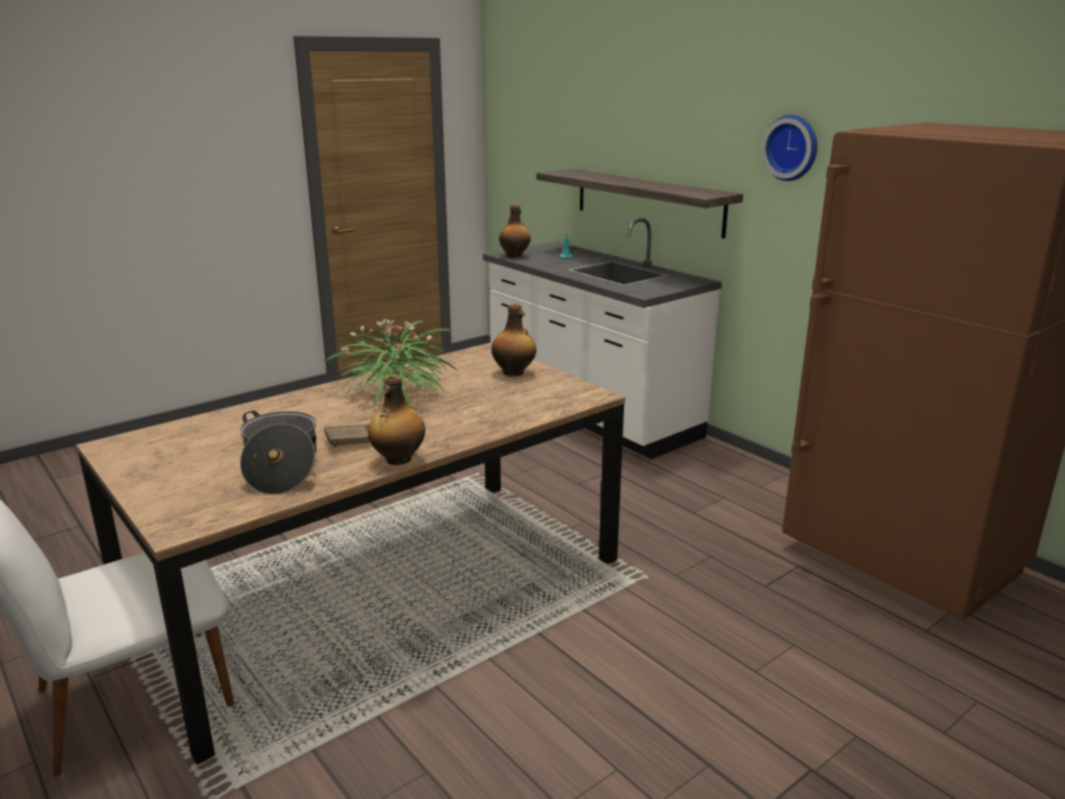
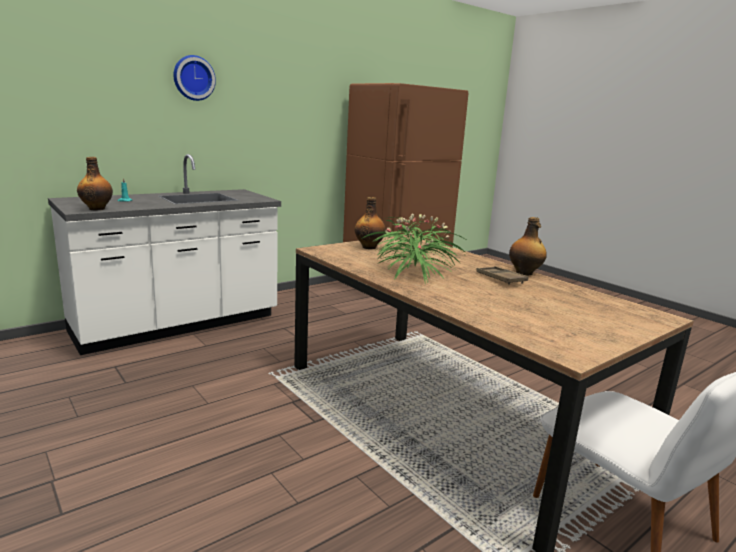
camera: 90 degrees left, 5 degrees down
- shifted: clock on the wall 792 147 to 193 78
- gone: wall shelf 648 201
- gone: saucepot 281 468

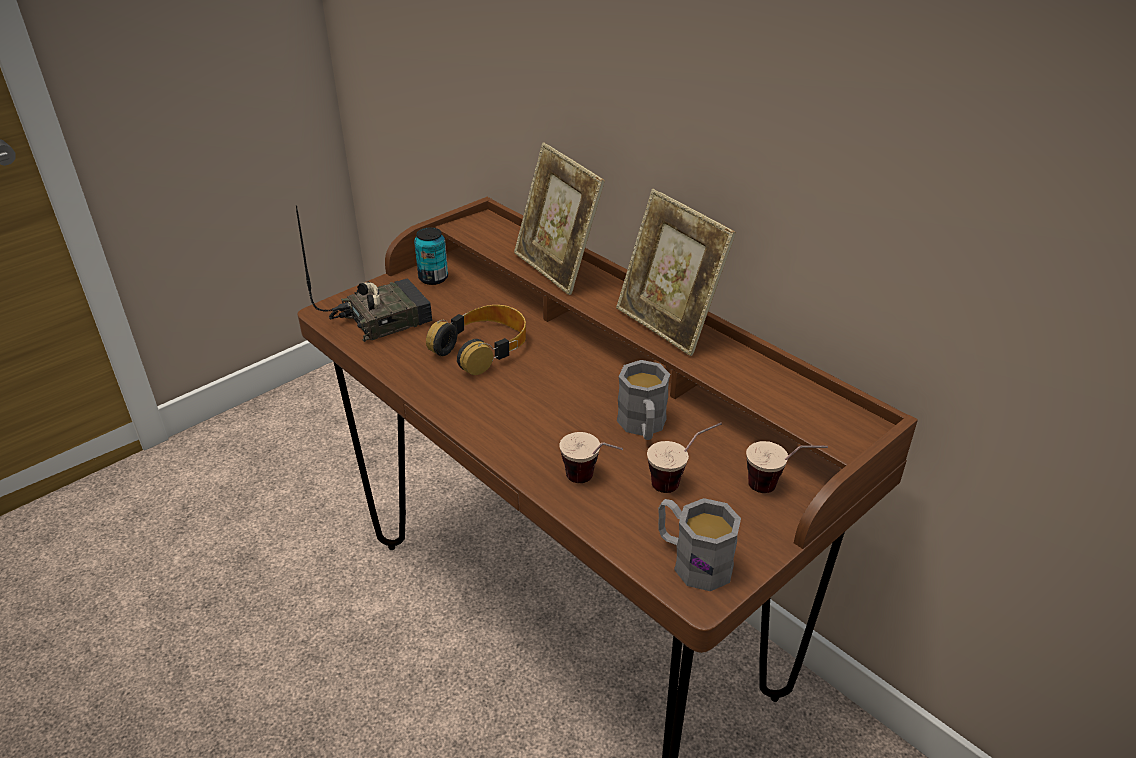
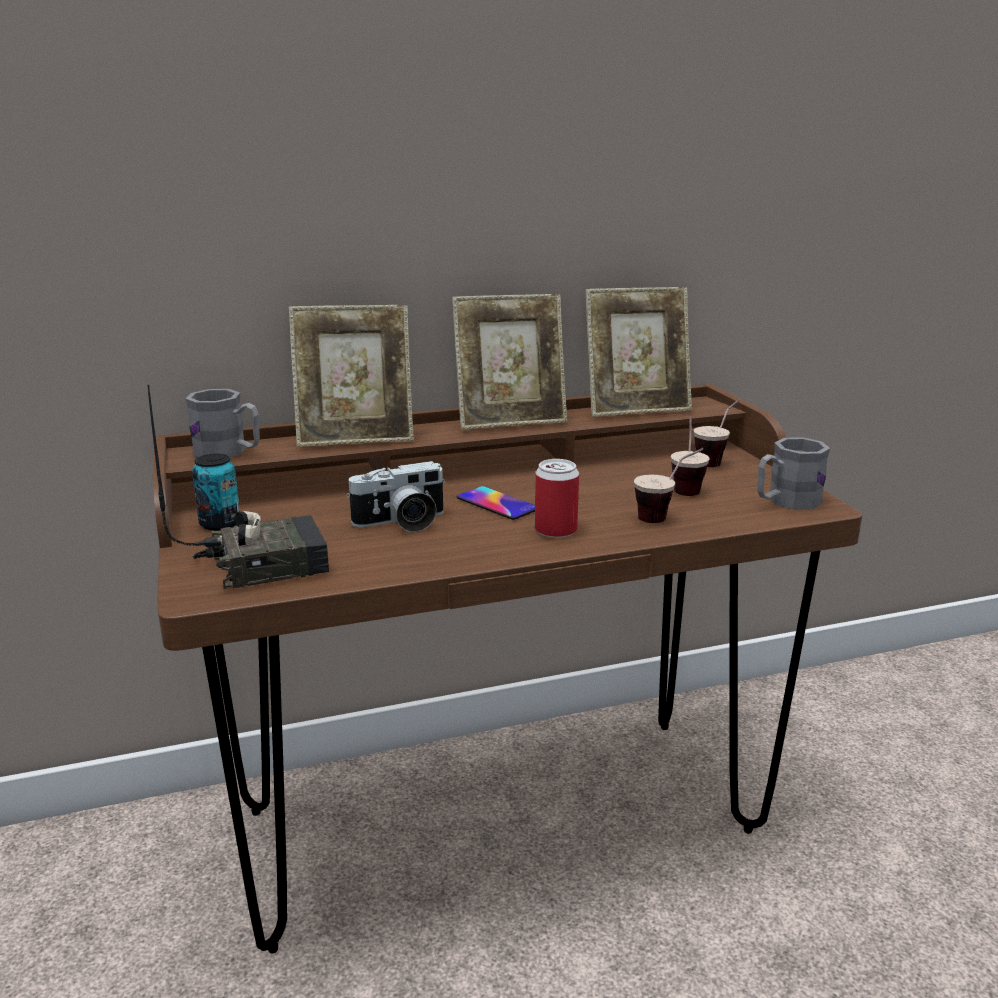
camera: 65 degrees left, 15 degrees down
- rotated: radio 382 318 = 264 563 75 degrees clockwise
- swapped: pair of headphones 482 348 to still camera 401 523
- shifted: grey mug 643 427 to 229 452
- new: standing frame 636 408
- new: sealed can 555 530
- new: phone 497 504

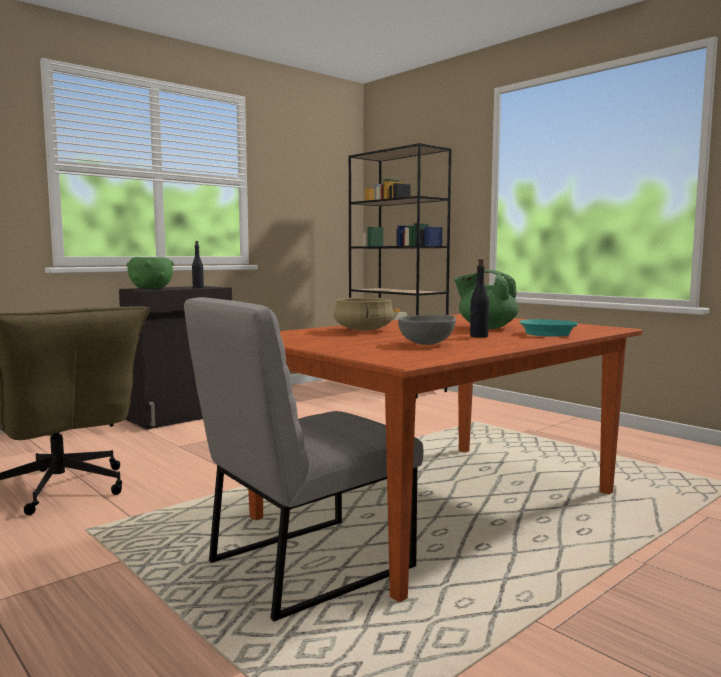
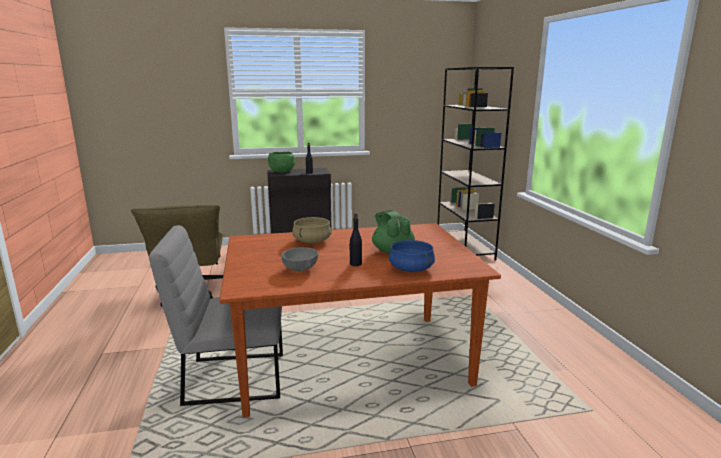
camera: 30 degrees right, 10 degrees up
- swapped: turquoise frying pan 549 333 to blue saucepot 410 269

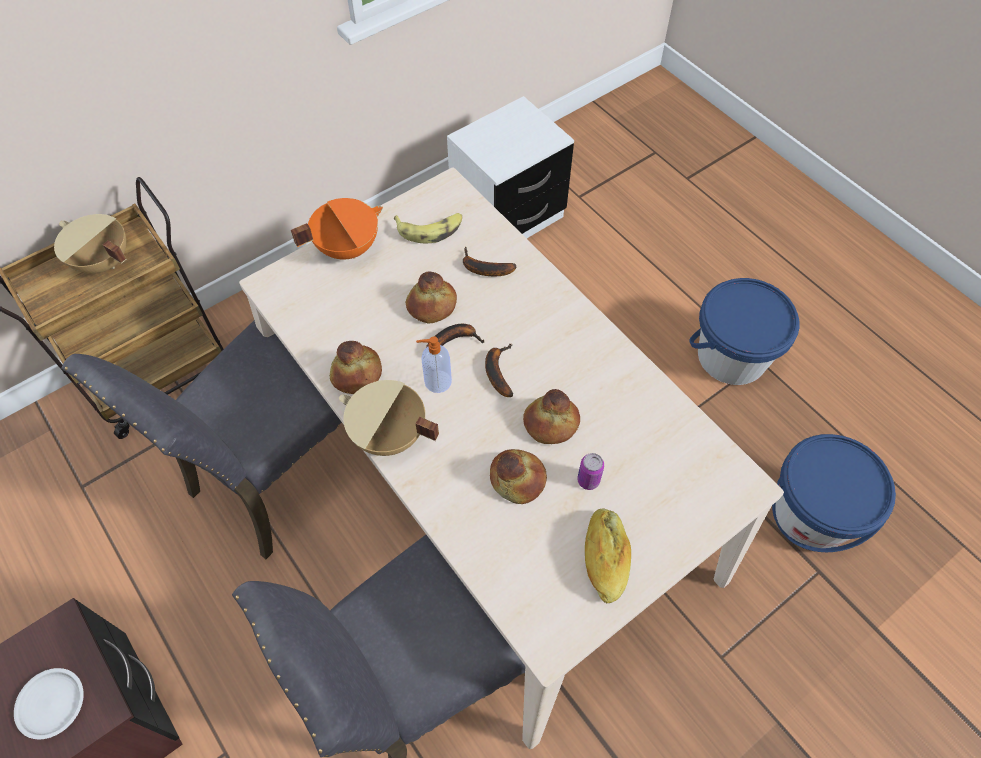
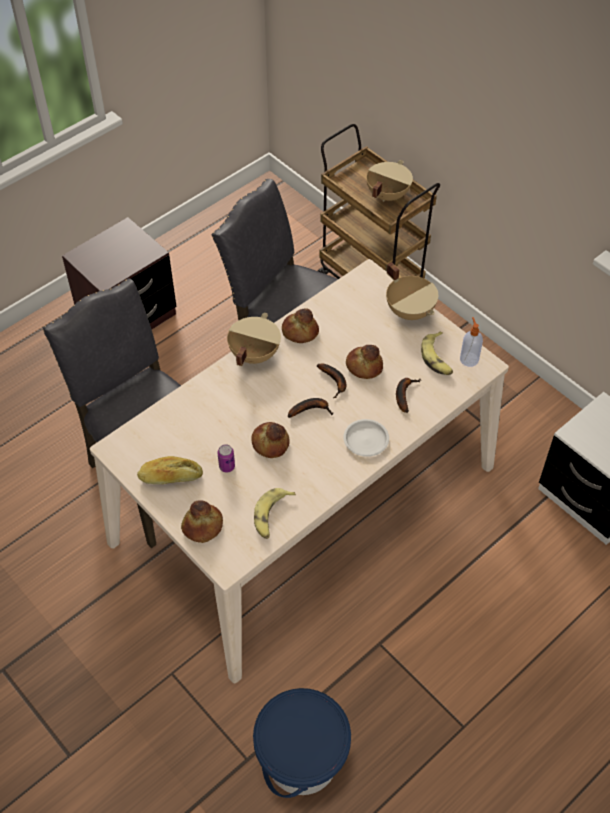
camera: 85 degrees right, 5 degrees down
- repainted: orange saucepot 346 247 to sand-coloured saucepot 410 311
- gone: blue bucket 731 355
- shifted: soap dispenser 436 382 to 469 359
- shifted: baked bread 518 479 to 203 526
- shifted: white-coloured flat dish 51 704 to 366 439
- new: banana 272 516

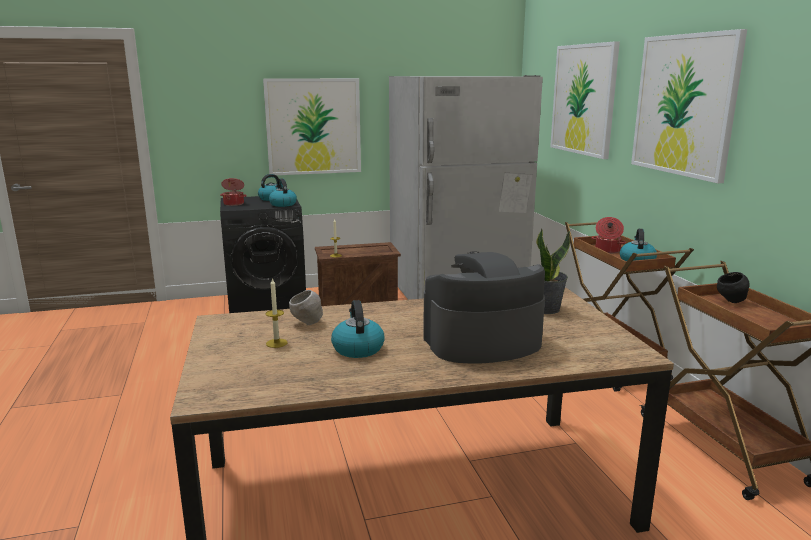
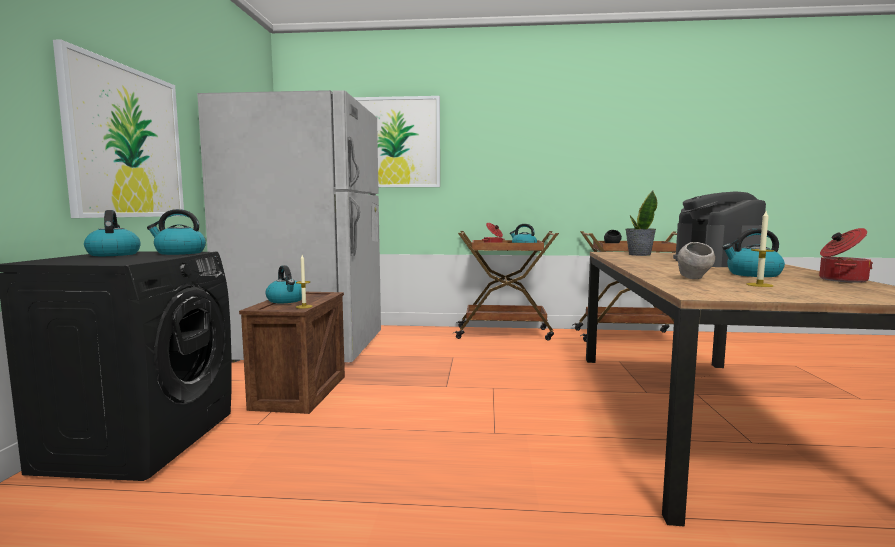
camera: 70 degrees left, 10 degrees down
- gone: wall art 684 105
- shifted: saucepot 234 204 to 841 280
- new: kettle 286 300

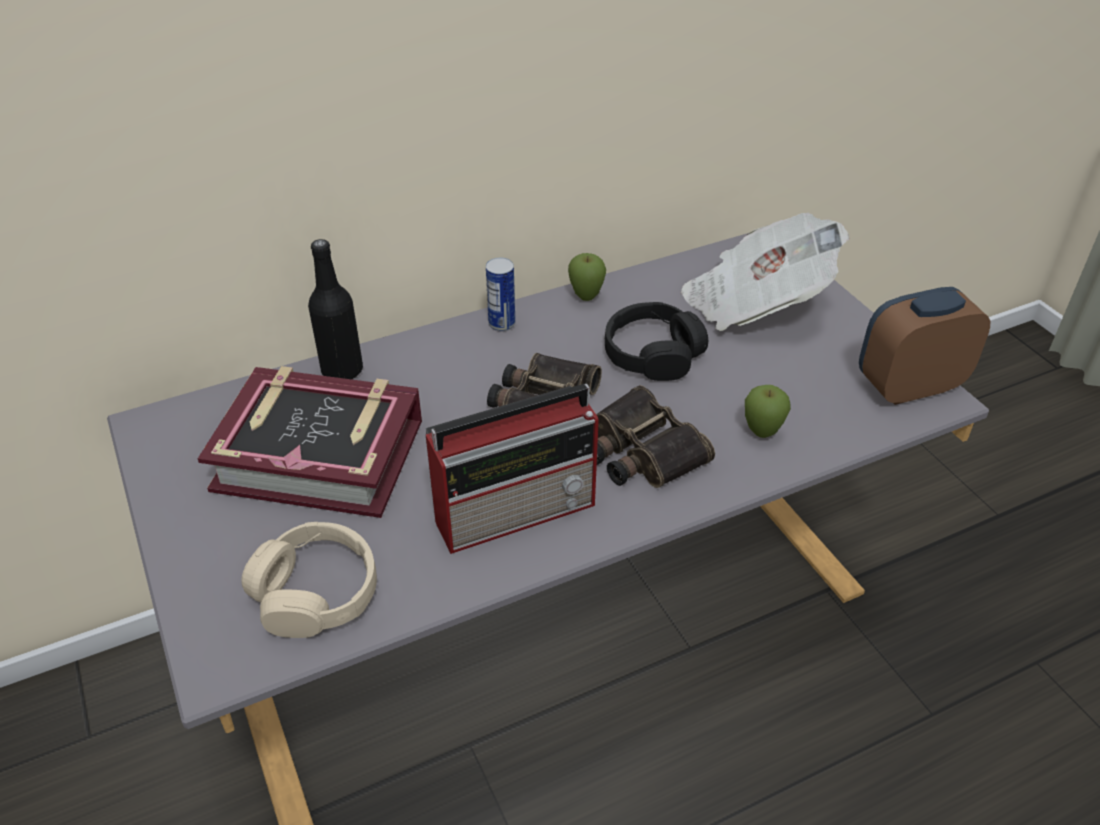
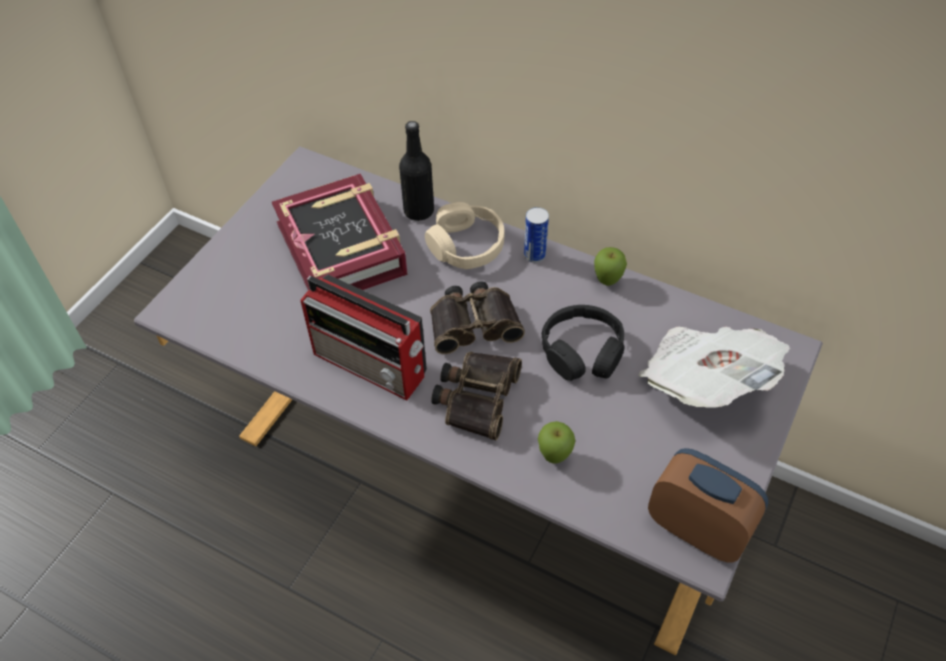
camera: 55 degrees right, 10 degrees up
- shifted: sand-coloured pair of headphones 315 592 to 466 245

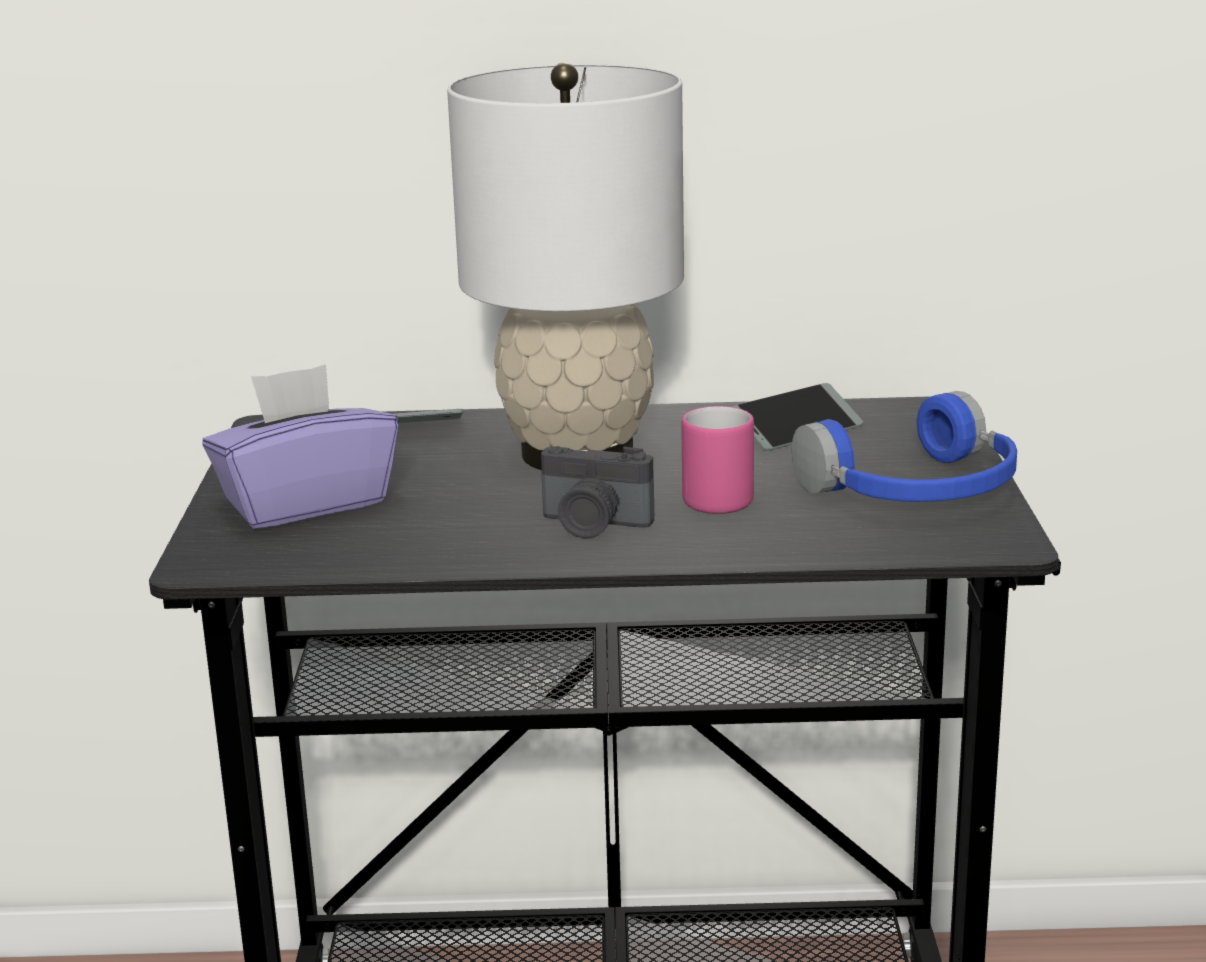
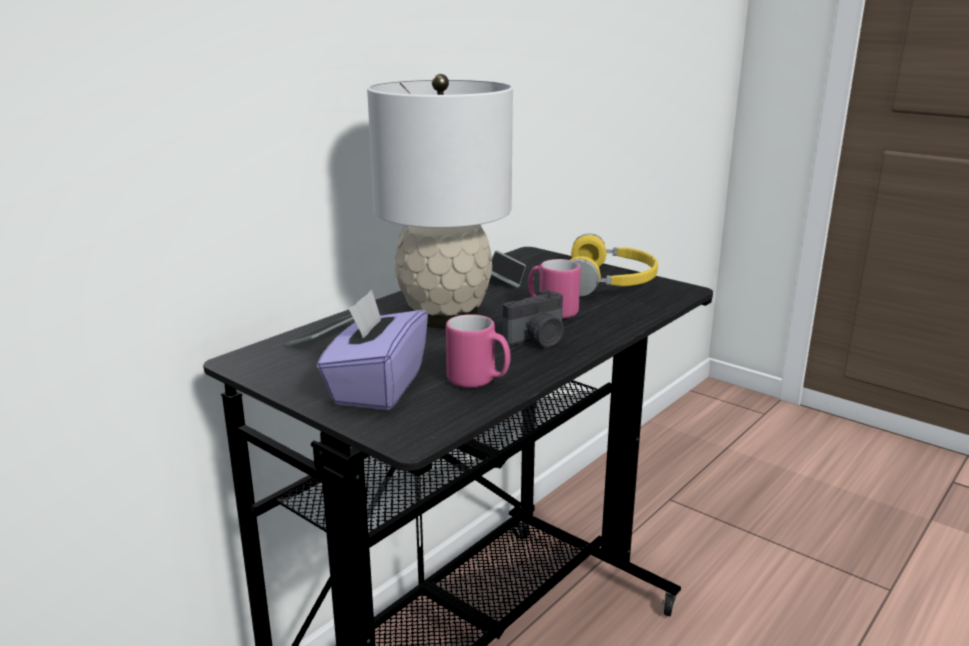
camera: 50 degrees left, 0 degrees up
- repainted: blue pair of headphones 918 490 to yellow-coloured pair of headphones 610 282
- new: pink-coloured mug 479 381

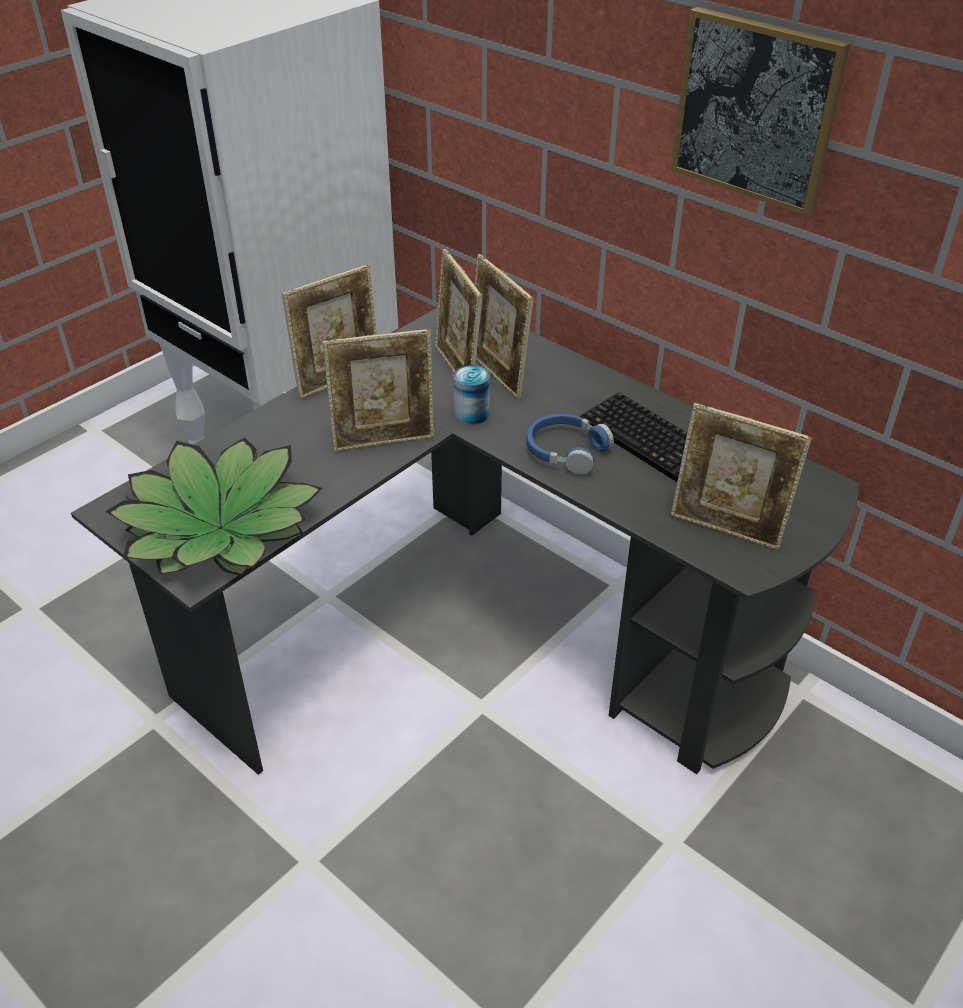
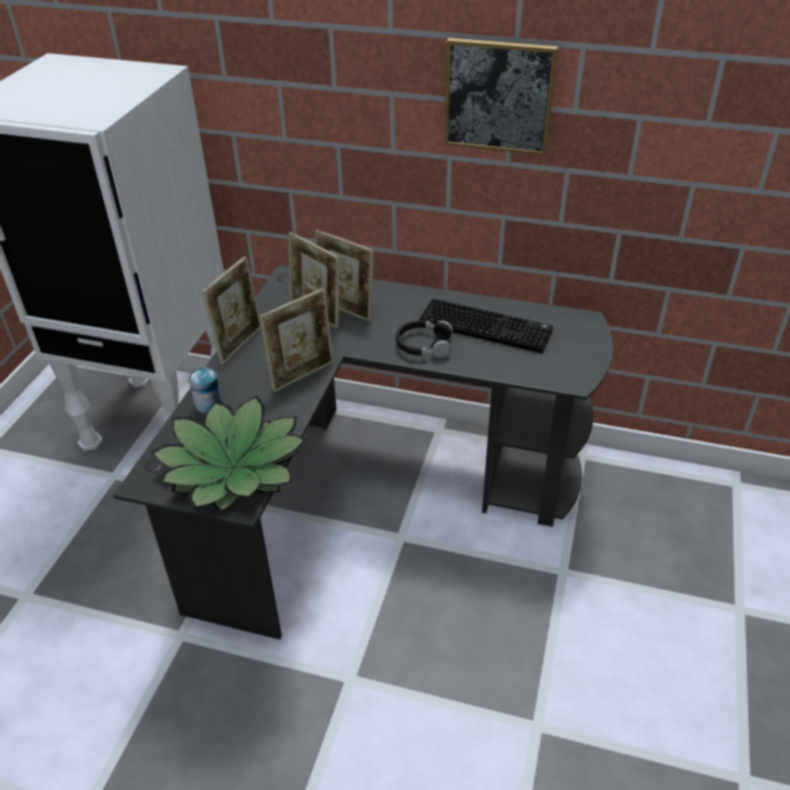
camera: 25 degrees left, 0 degrees up
- shifted: sealed can 471 414 to 208 404
- gone: standing frame 727 529
- repainted: blue pair of headphones 566 451 to black-coloured pair of headphones 423 345

